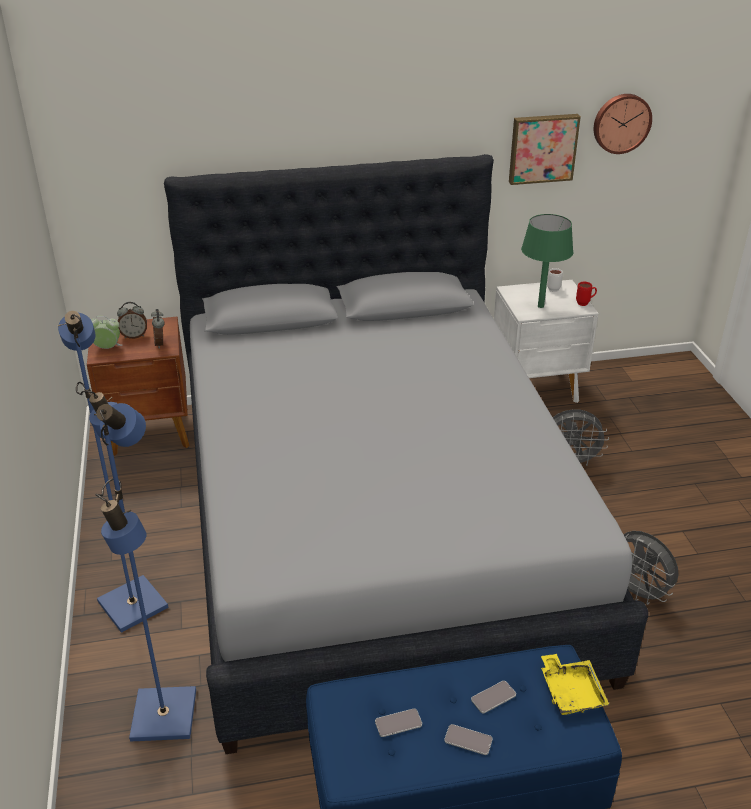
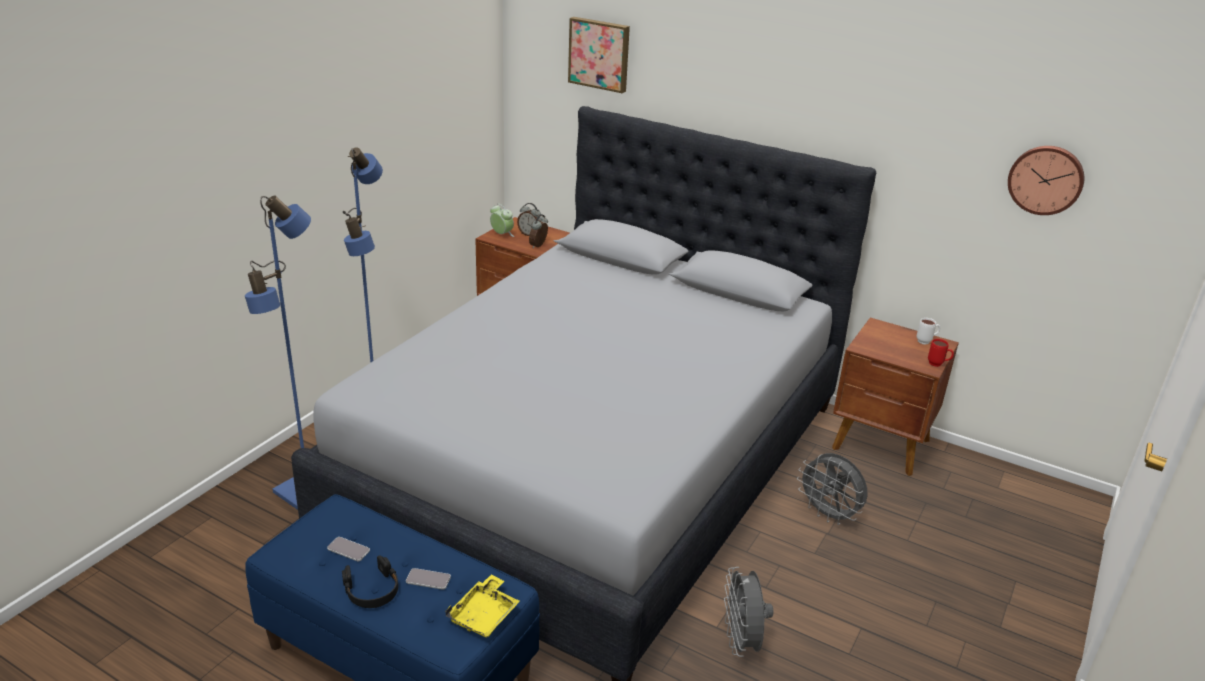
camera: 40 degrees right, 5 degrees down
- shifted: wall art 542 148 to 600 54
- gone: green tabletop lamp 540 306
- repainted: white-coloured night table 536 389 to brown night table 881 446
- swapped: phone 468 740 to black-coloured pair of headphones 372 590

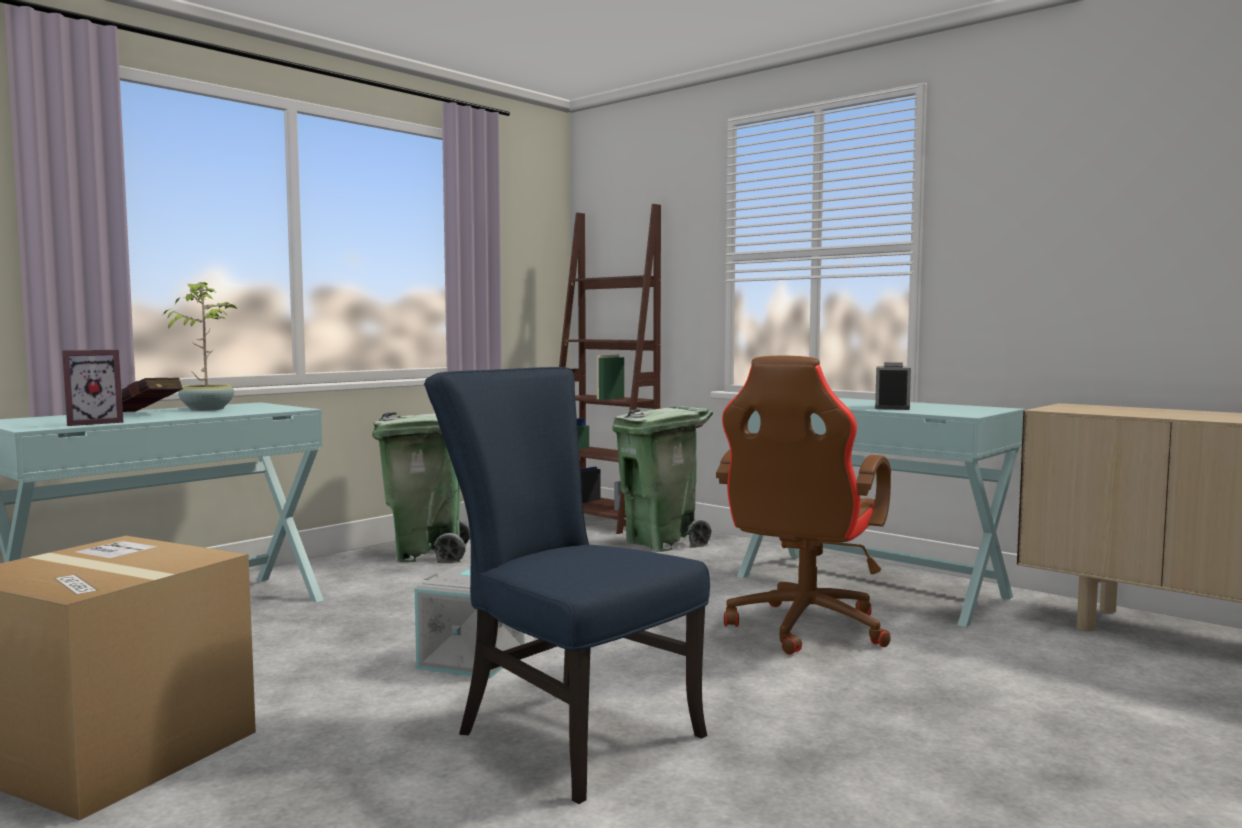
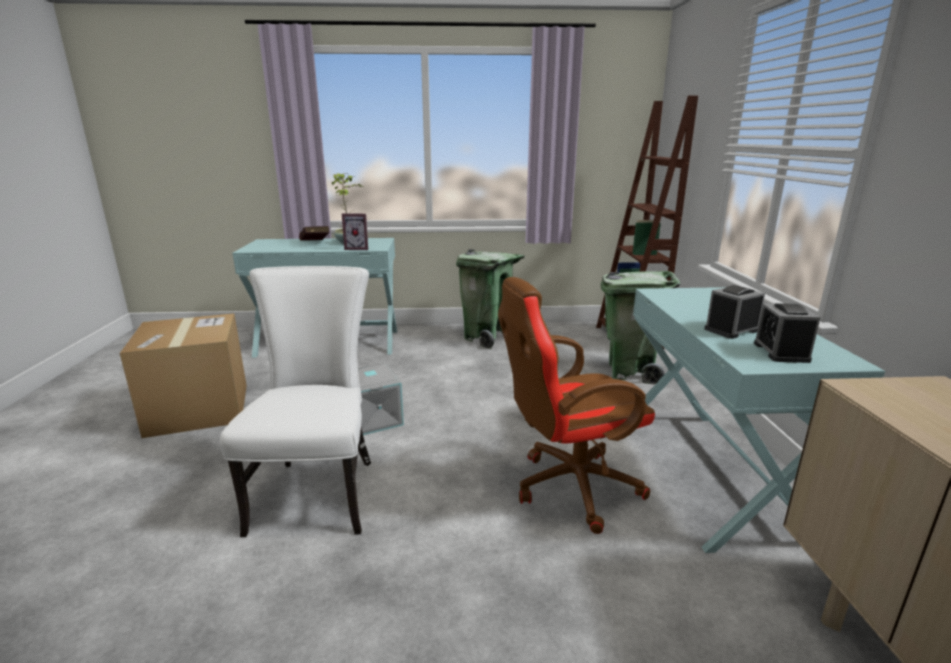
camera: 45 degrees right, 15 degrees up
- shifted: standing frame 92 423 to 357 248
- repainted: blue plain chair 567 731 to white-coloured plain chair 318 490
- new: table clock 781 352

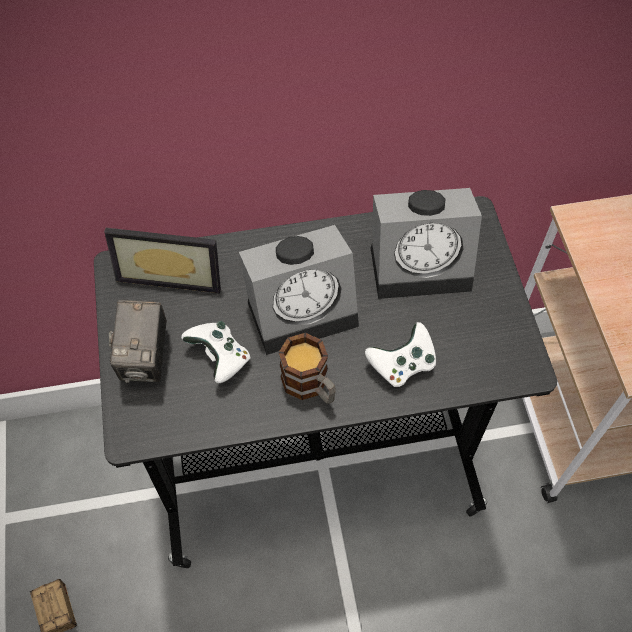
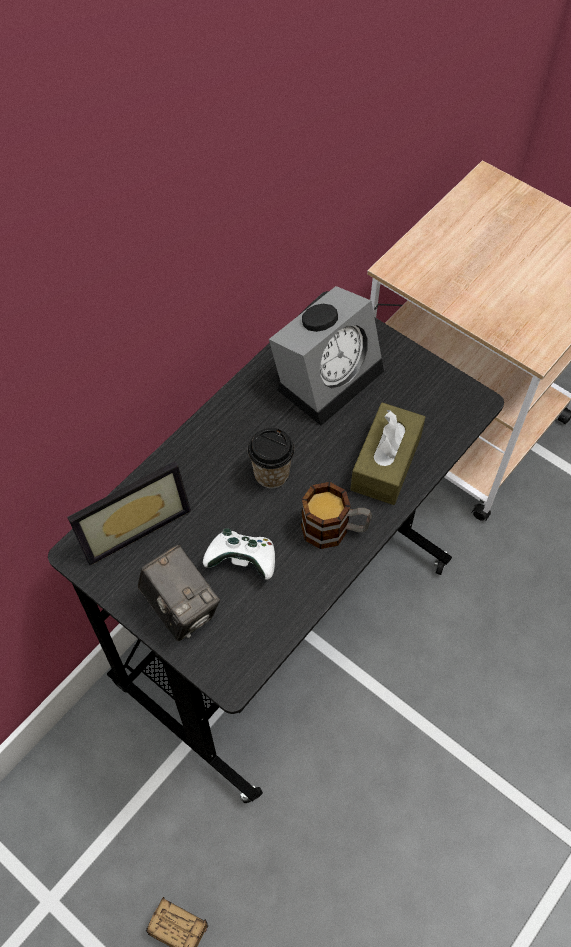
camera: 40 degrees left, 0 degrees up
- swapped: table clock 304 308 to drinking cup 271 474
- swapped: white-coloured joypad 402 364 to brown box of tissues 386 463

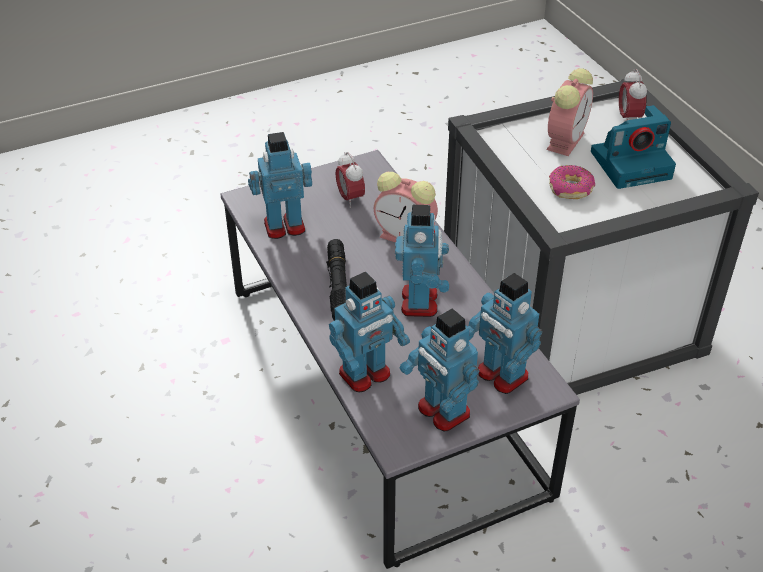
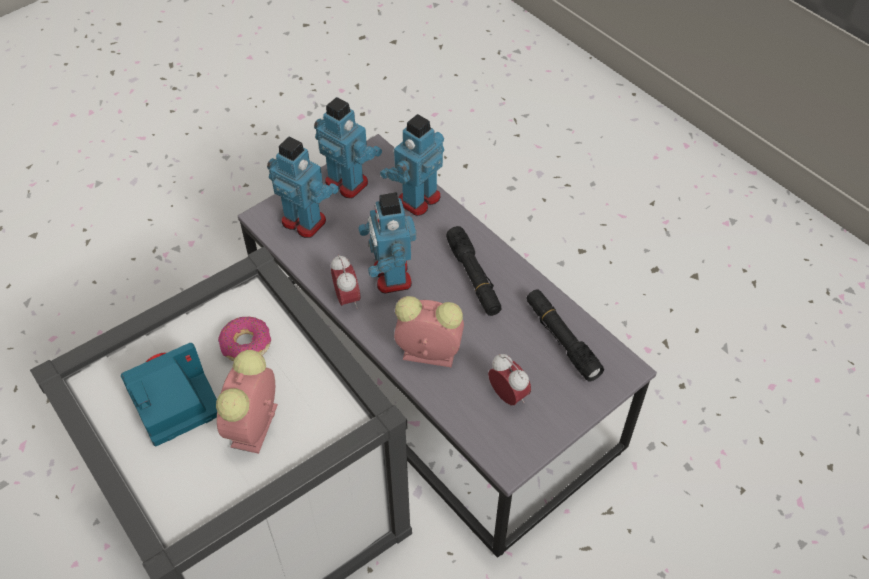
camera: 165 degrees right, 10 degrees up
- shifted: table clock 628 118 to 347 299
- swapped: robot figure 284 226 to black-coloured hand torch 562 339

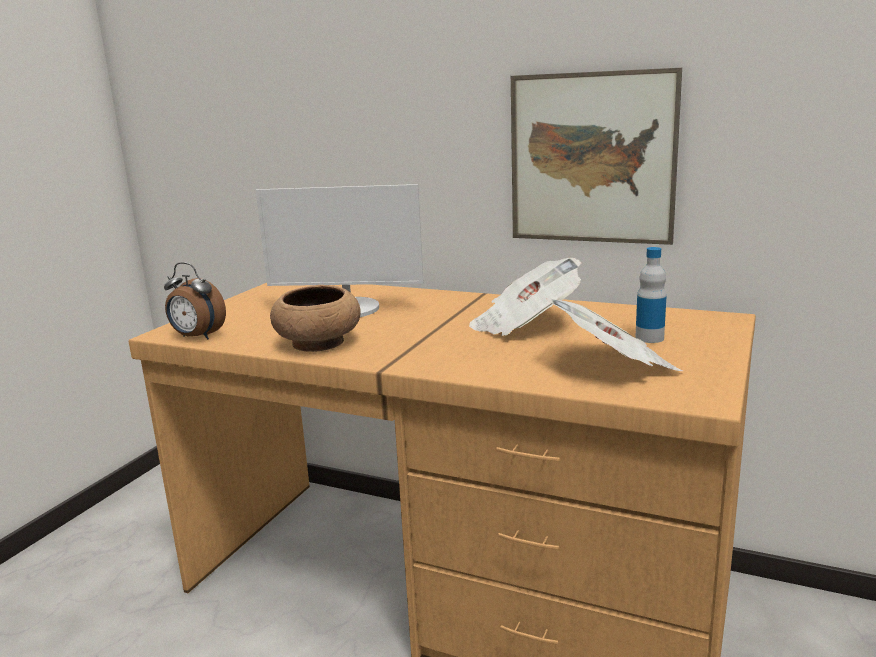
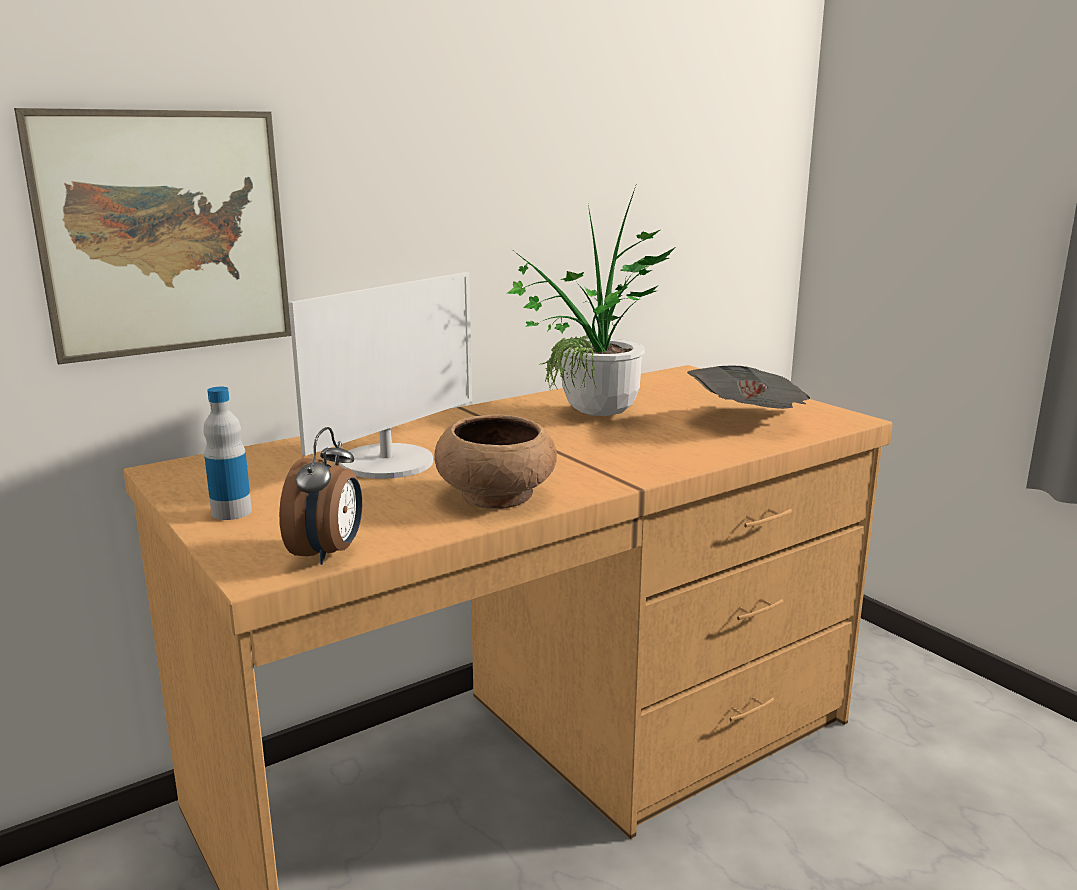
camera: 60 degrees left, 0 degrees up
- shifted: wall art 591 158 to 166 233
- shifted: bottle 649 338 to 231 512
- swapped: daily paper 525 325 to houseplant 595 417
- rotated: table clock 197 337 = 328 553 45 degrees counterclockwise

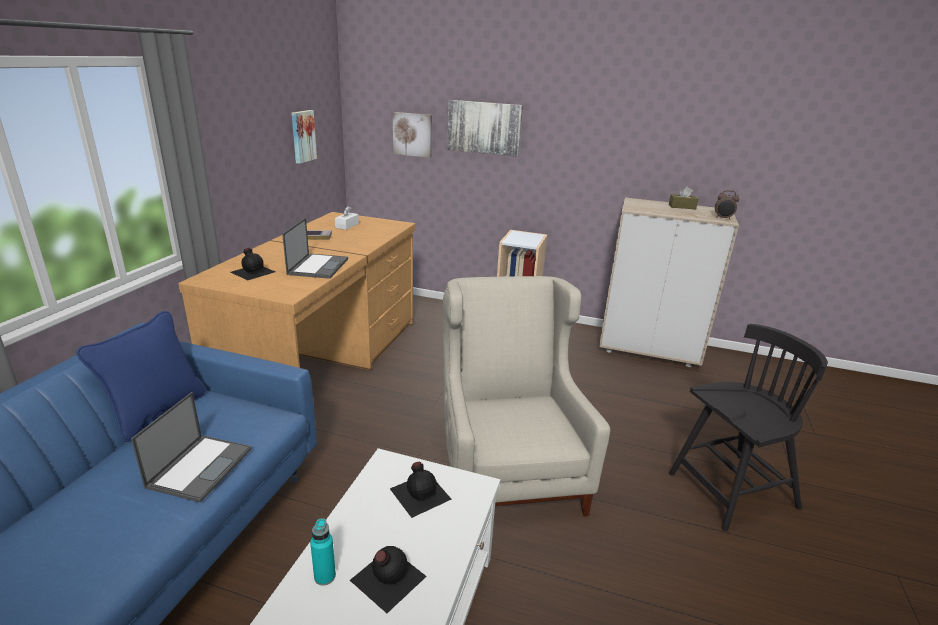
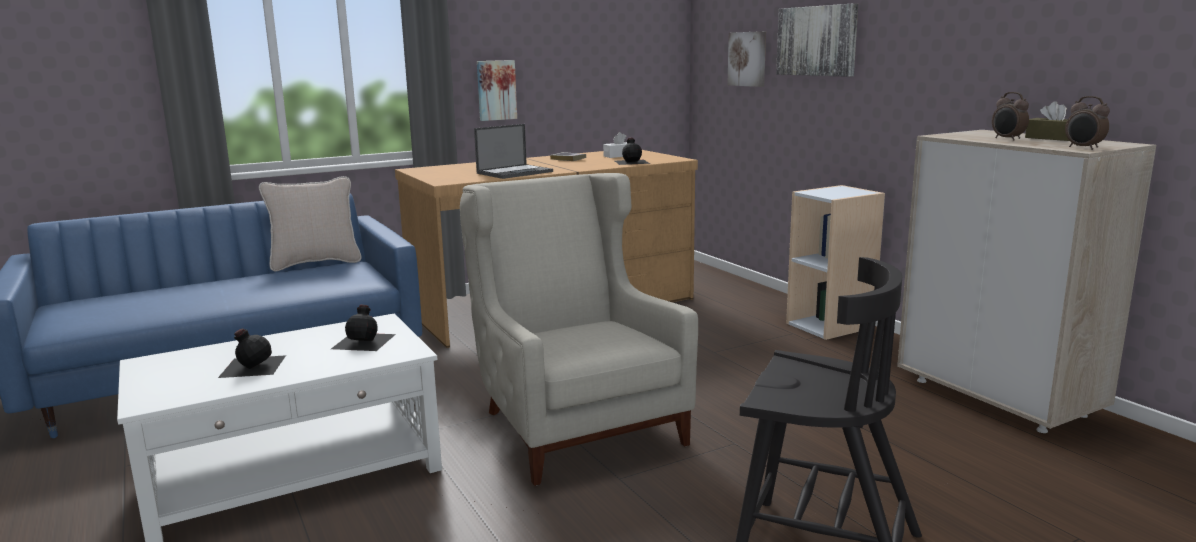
camera: 45 degrees right, 10 degrees down
- shifted: wall art 302 136 to 496 90
- shifted: black-coloured bottle 253 271 to 632 162
- rotated: sand-coloured lounge chair 507 470 = 574 426 60 degrees counterclockwise
- repainted: blue cushion 157 412 to sand-coloured cushion 315 263
- gone: laptop 201 466
- gone: turquoise bottle 325 576
- new: table clock 1007 139

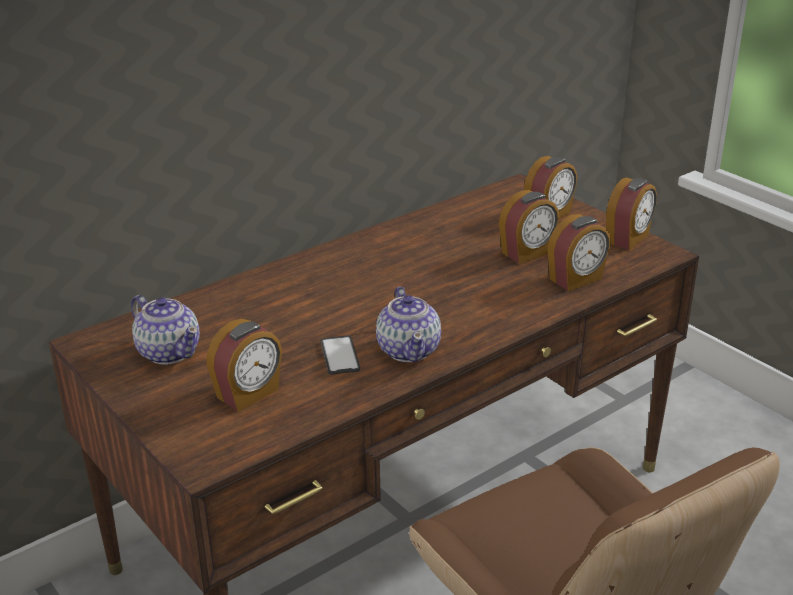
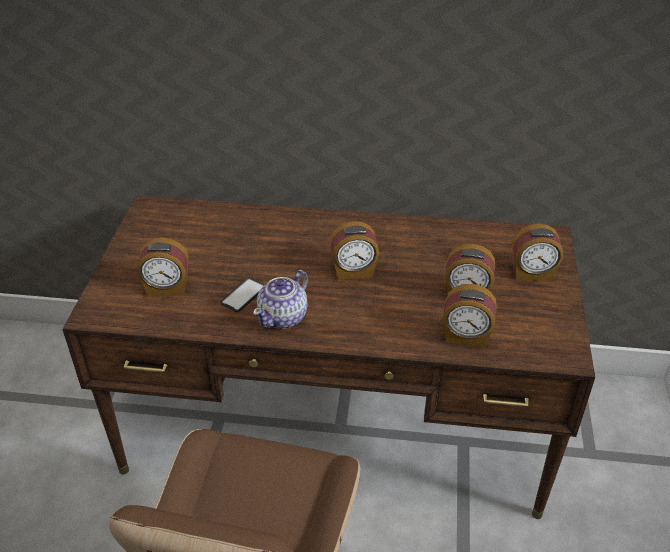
camera: 45 degrees right, 10 degrees up
- shifted: table clock 628 239 to 353 271
- gone: pot for tea 169 352

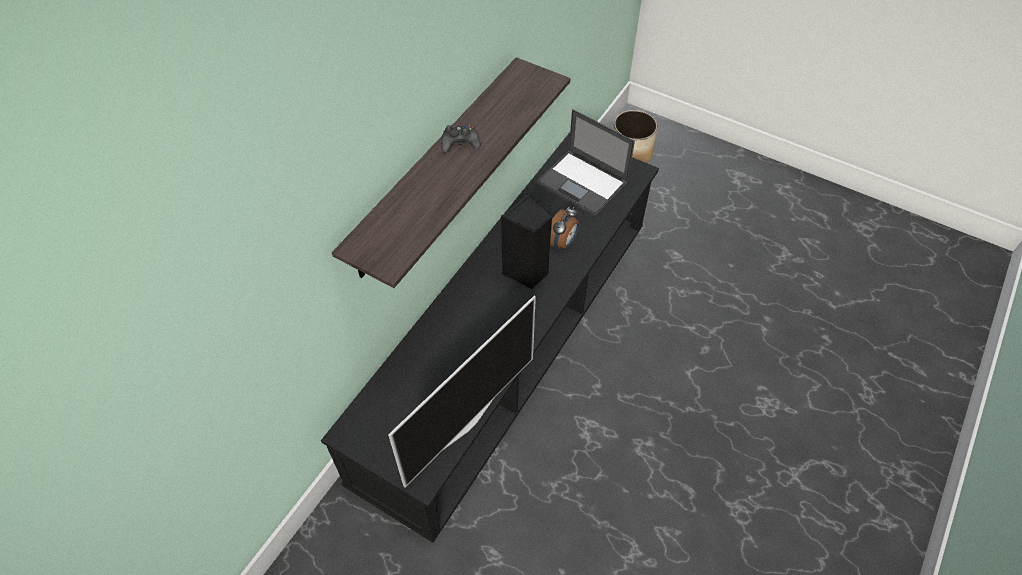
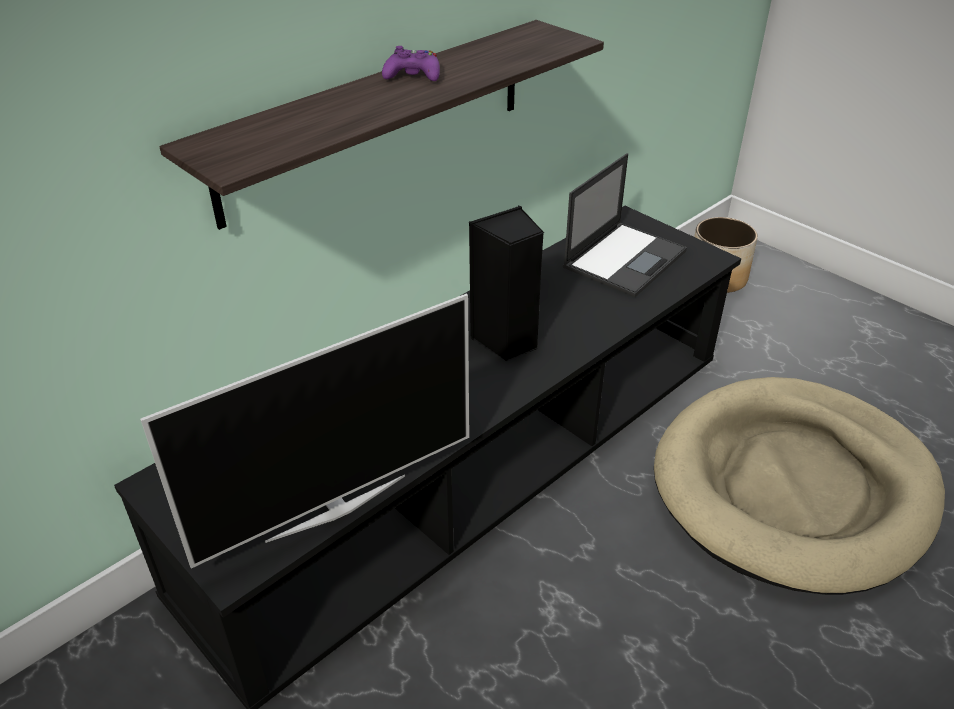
camera: 15 degrees right, 15 degrees down
- rotated: laptop 583 183 = 625 258 105 degrees counterclockwise
- repainted: black-coloured joypad 460 143 to purple-coloured joypad 413 75
- gone: table clock 562 242
- new: sand-coloured dog bed 793 486

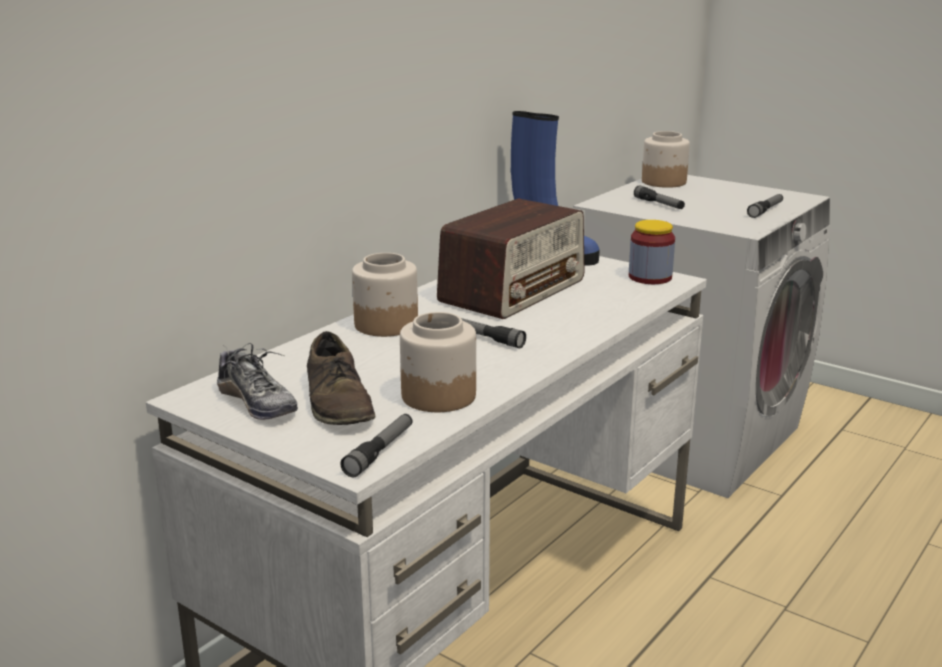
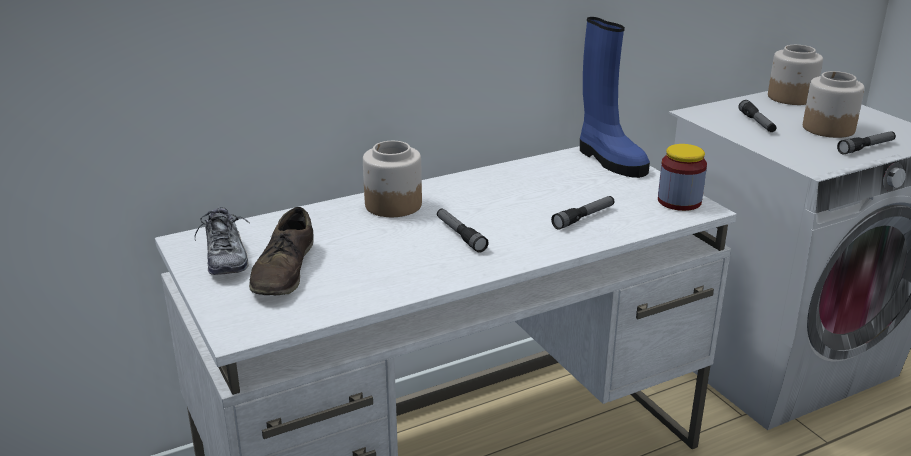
camera: 25 degrees right, 5 degrees up
- gone: radio 513 291
- shifted: preserve jar 438 396 to 828 128
- shifted: hand torch 380 452 to 584 218

